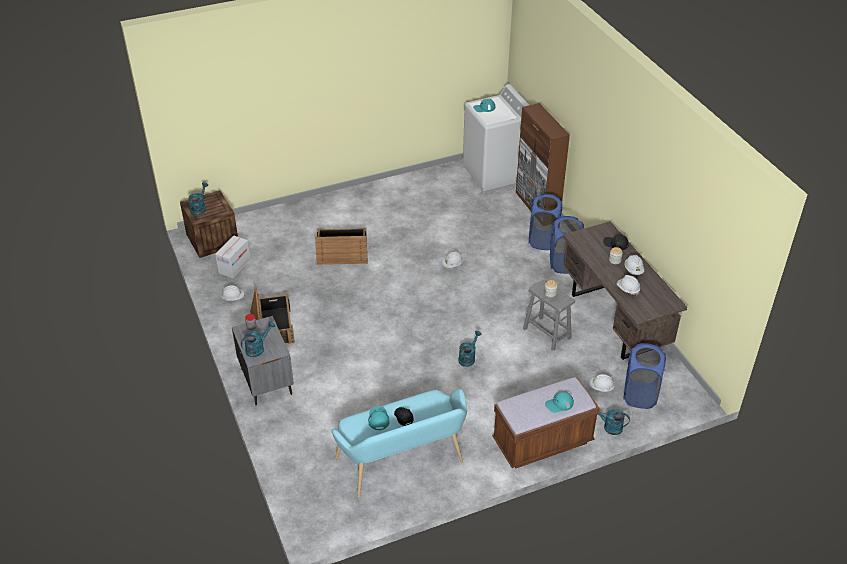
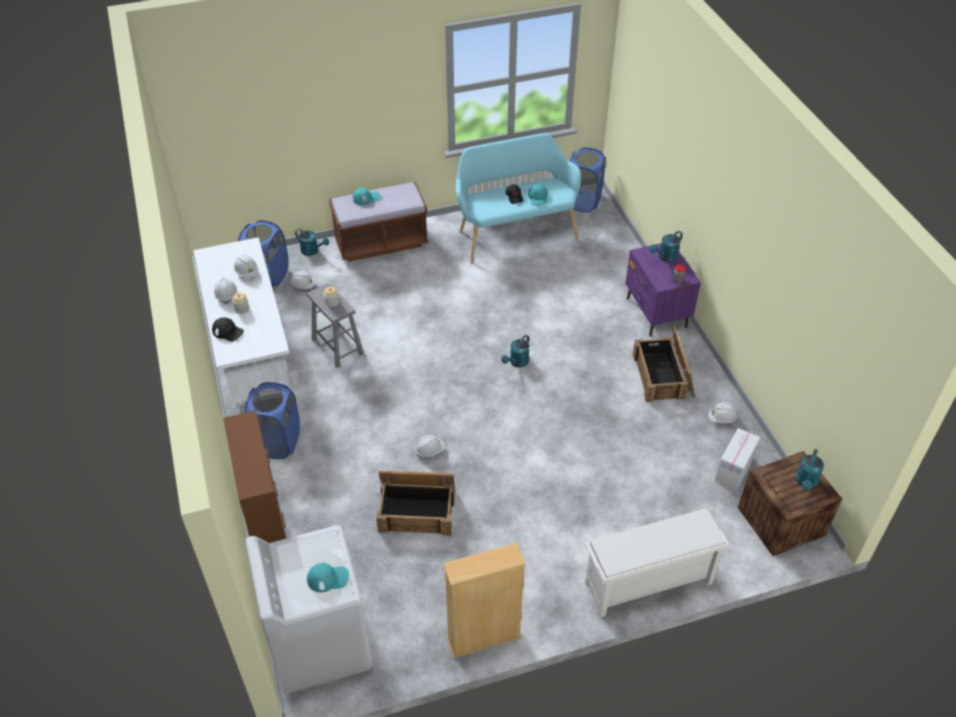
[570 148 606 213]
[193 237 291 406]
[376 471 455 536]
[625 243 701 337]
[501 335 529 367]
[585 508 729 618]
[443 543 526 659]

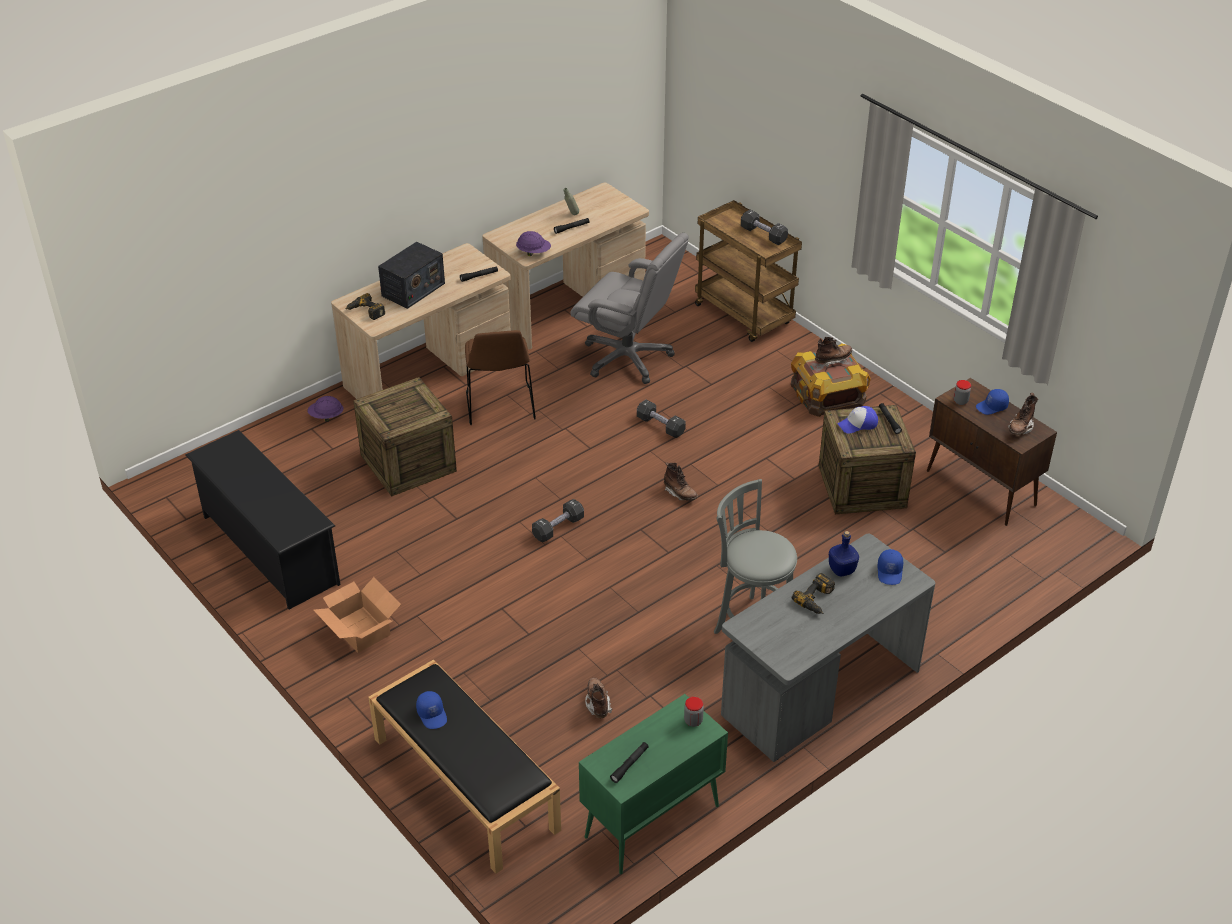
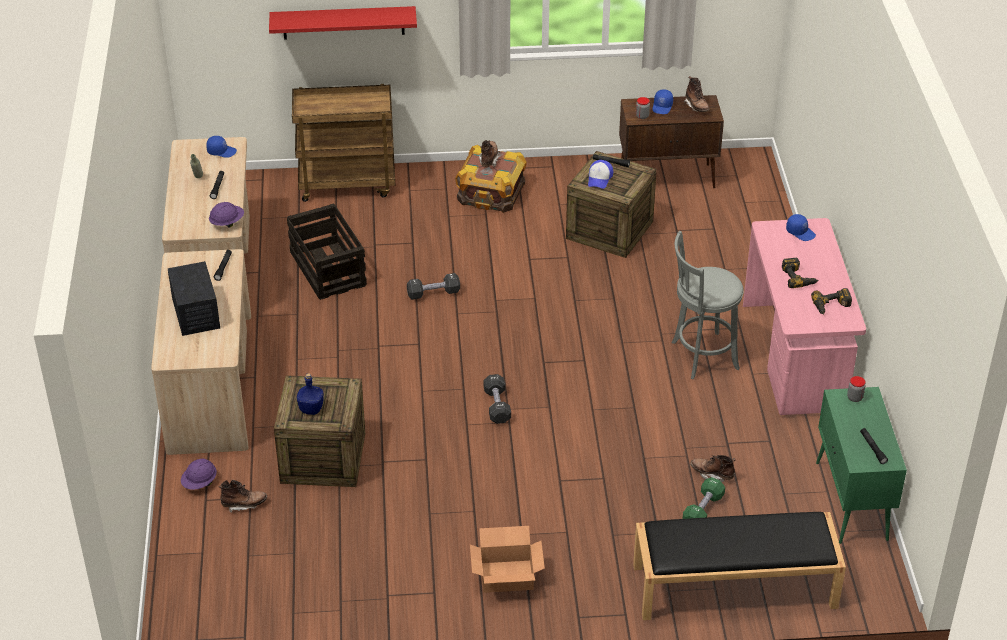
[741 209 788 245] (first image)
[287 204 367 300]
[811 288 852 315]
[465 330 536 425] (first image)
[185 430 340 610] (first image)
[219 480 267 512]
[297 373 324 415]
[743 218 866 415]
[206 136 237 158]
[269 6 417 40]
[683 477 725 519]

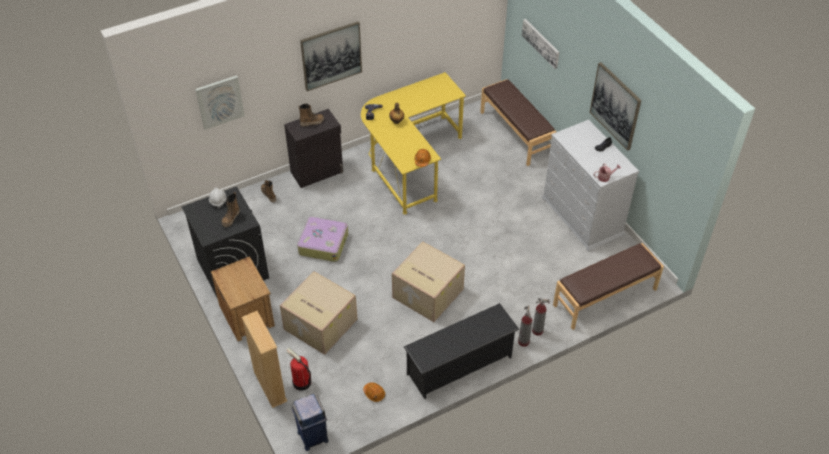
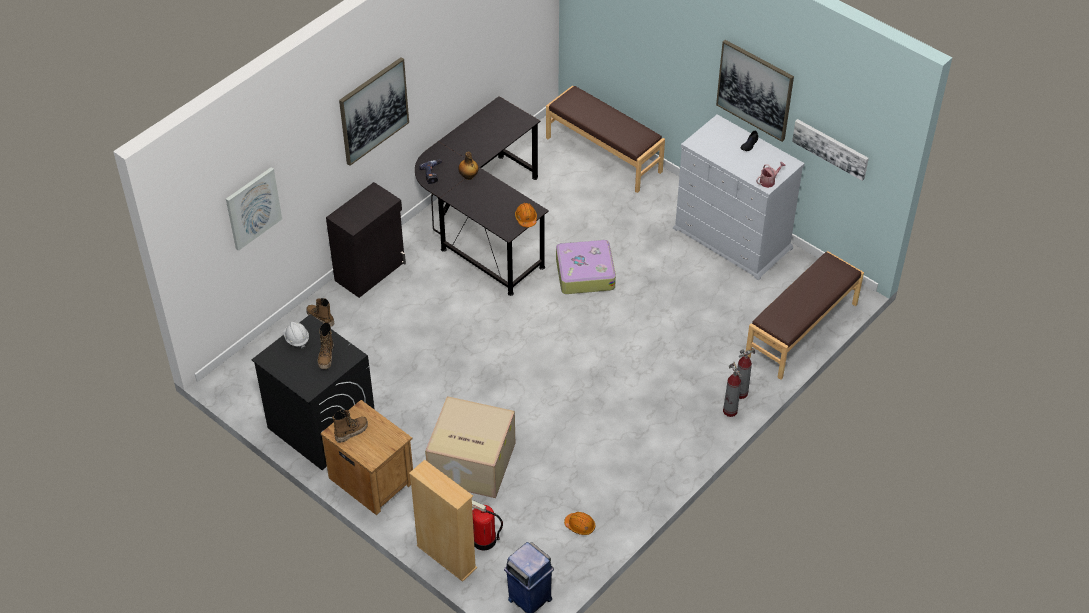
[792 119 869 181]
[415 96 549 296]
[332 409 368 443]
[556 239 616 294]
[392 242 465 322] (first image)
[404 303 519 399] (first image)

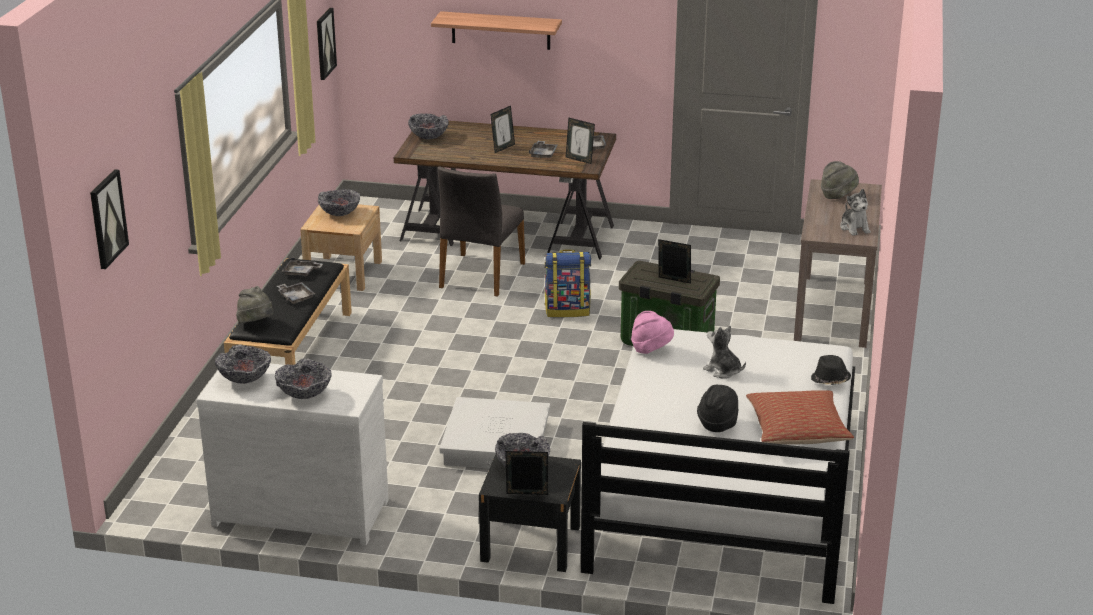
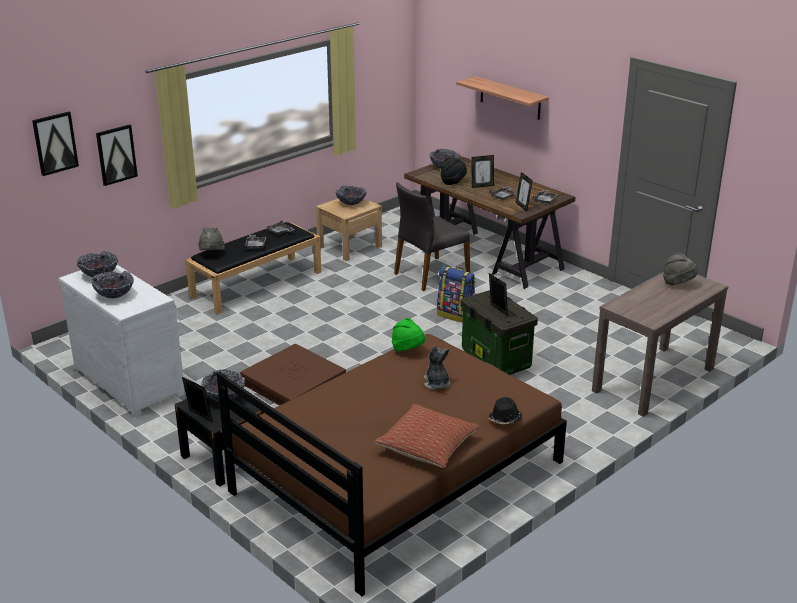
[96 124 138 186]
[840 189 871 236] (first image)
[392 318 425 352]
[217 334 567 596]
[440 157 467 185]
[240 344 346 406]

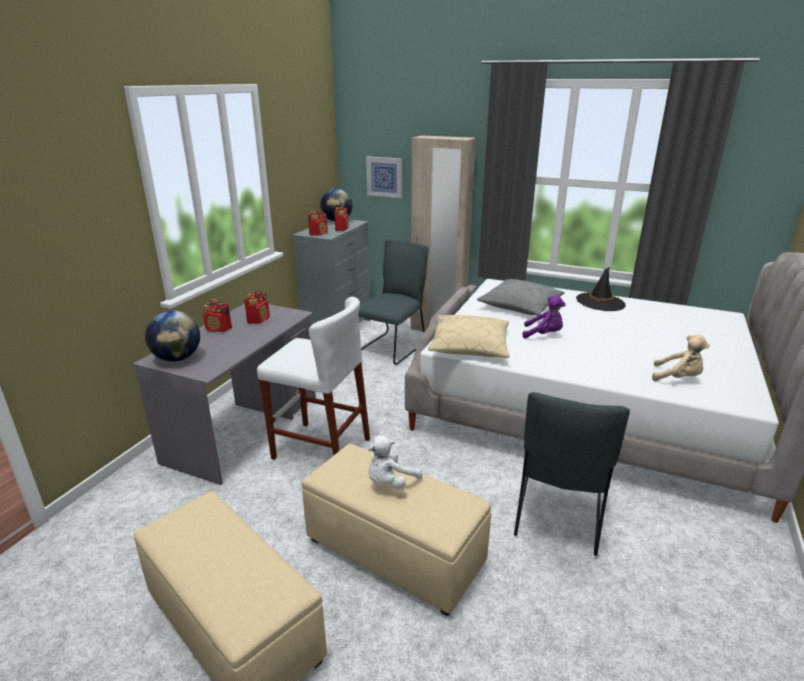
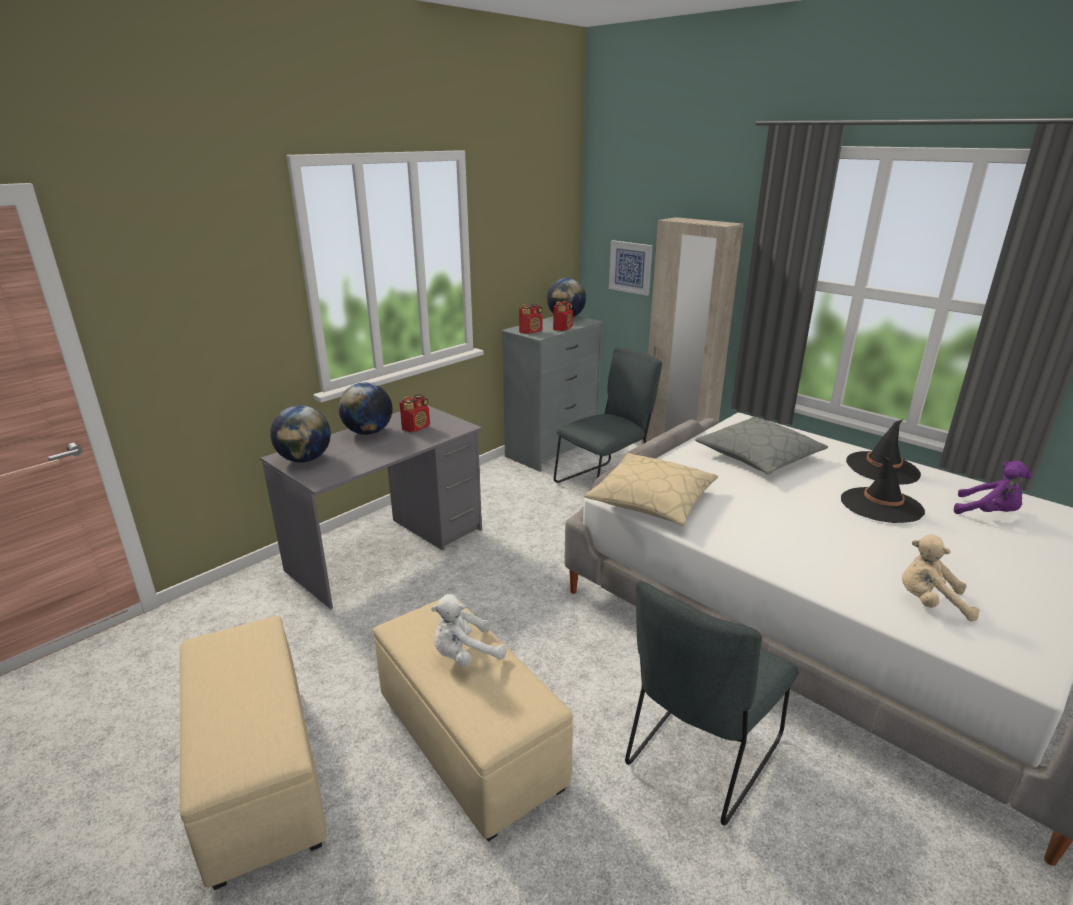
[954 461 1032 514]
[257 297 370 460] (first image)
[339 382 392 435]
[902 534 980 621]
[841 455 925 523]

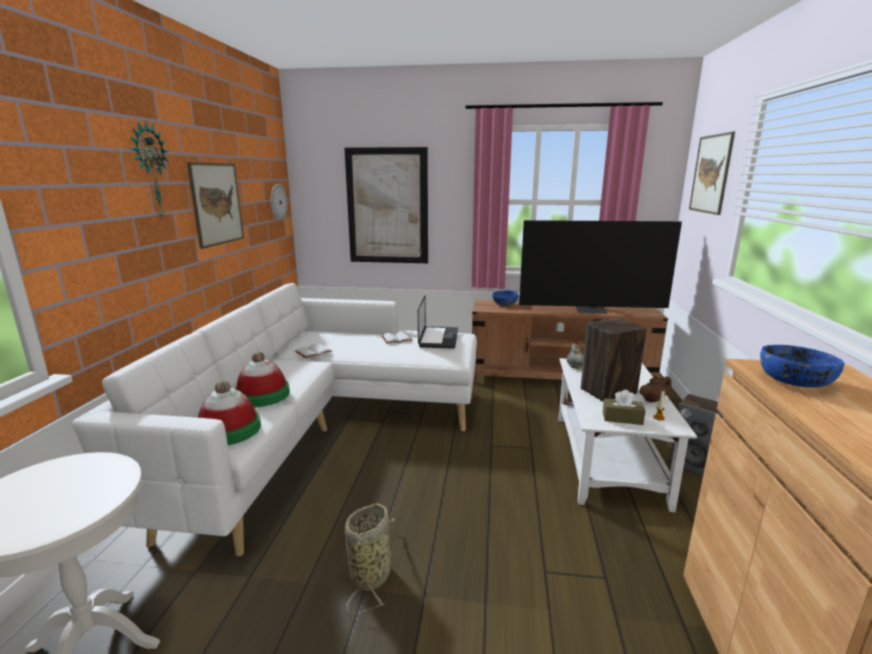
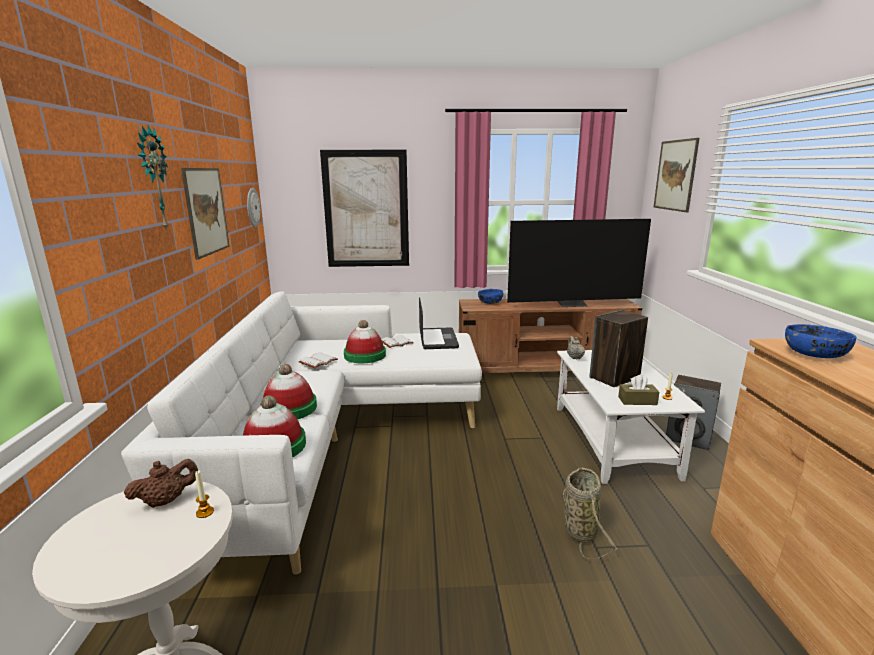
[124 459 198 508]
[563 468 618 560]
[344 320 386 363]
[195 470 214 518]

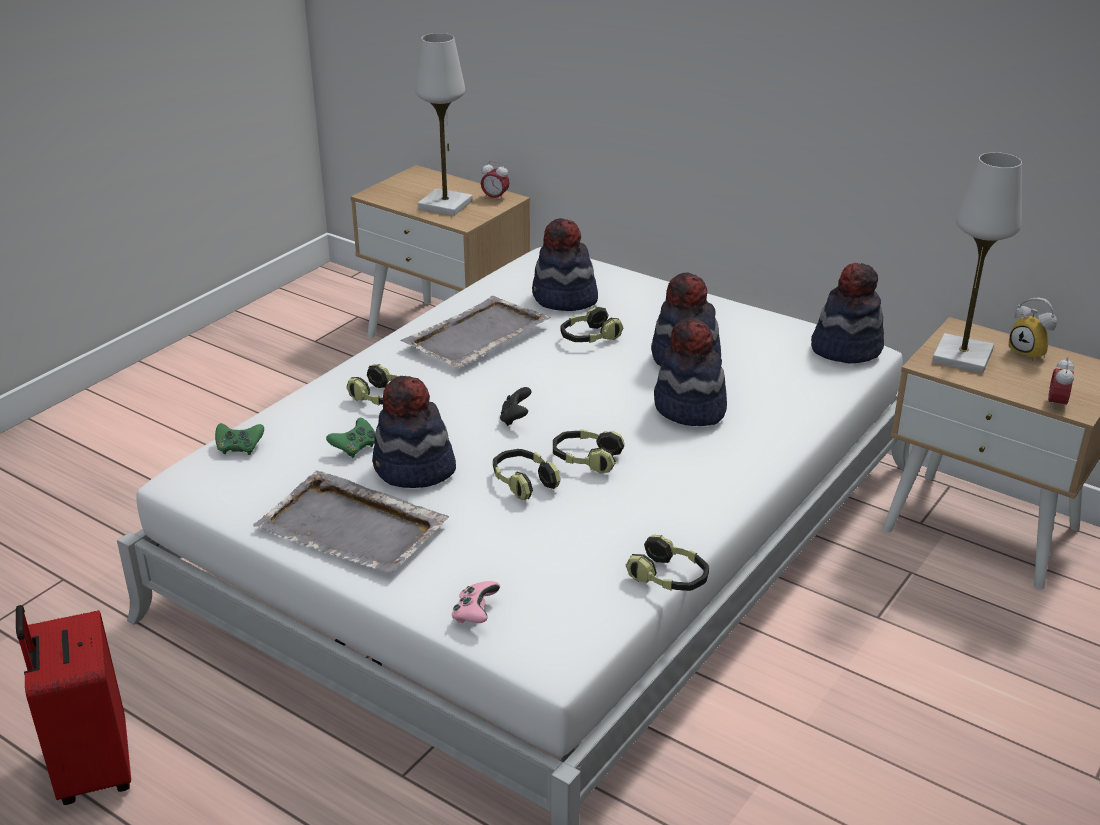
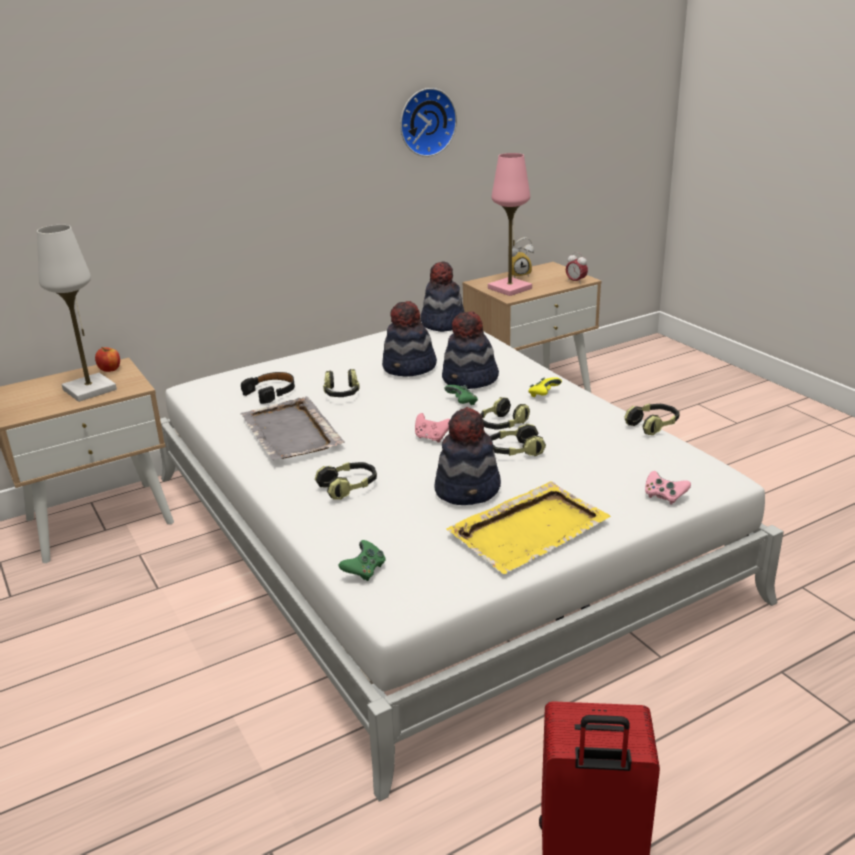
[488 153 532 296]
[95 347 120 372]
[241 372 295 404]
[415 413 450 443]
[444 385 478 405]
[446 481 611 574]
[400 88 457 157]
[528 377 562 397]

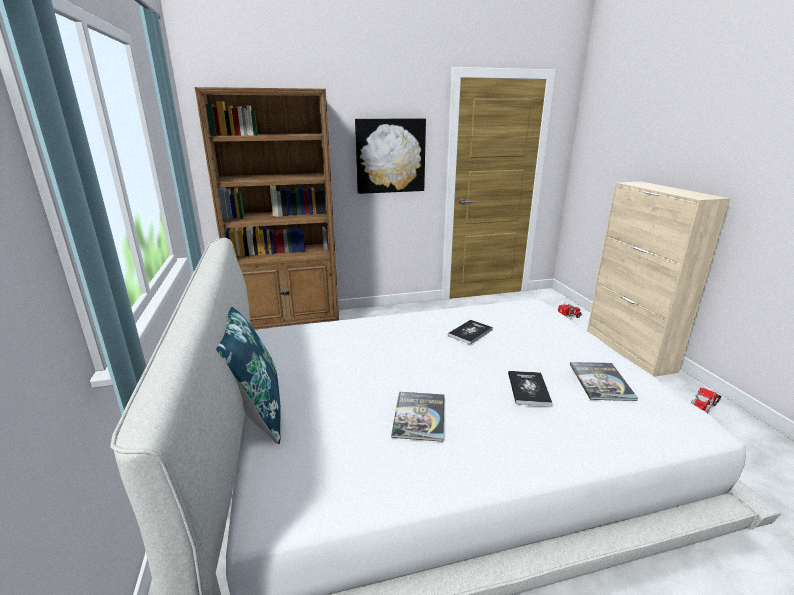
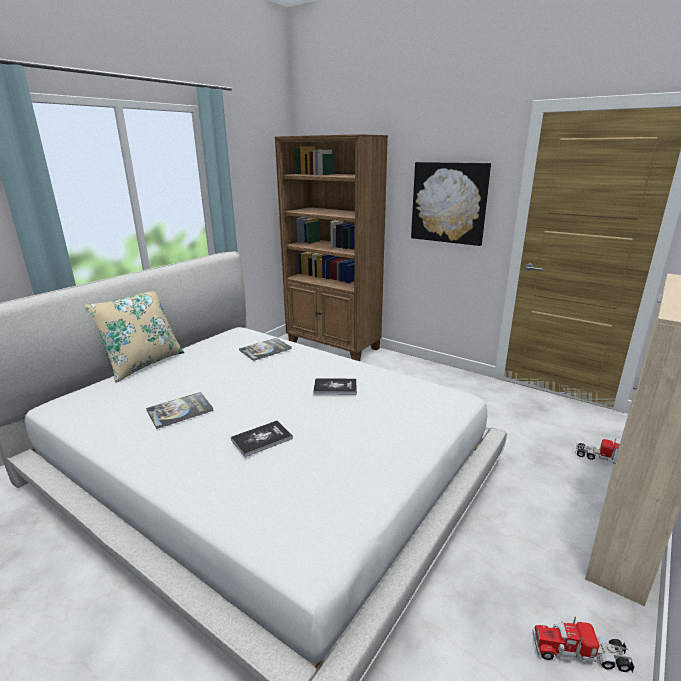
[84 292 184 383]
[239 338 291 361]

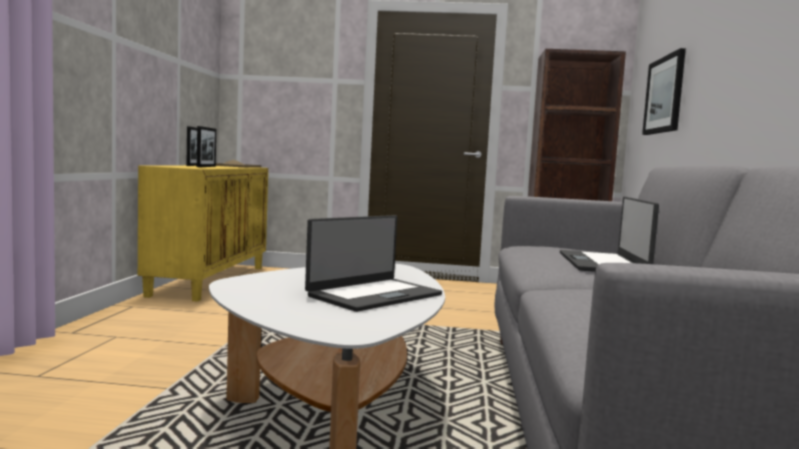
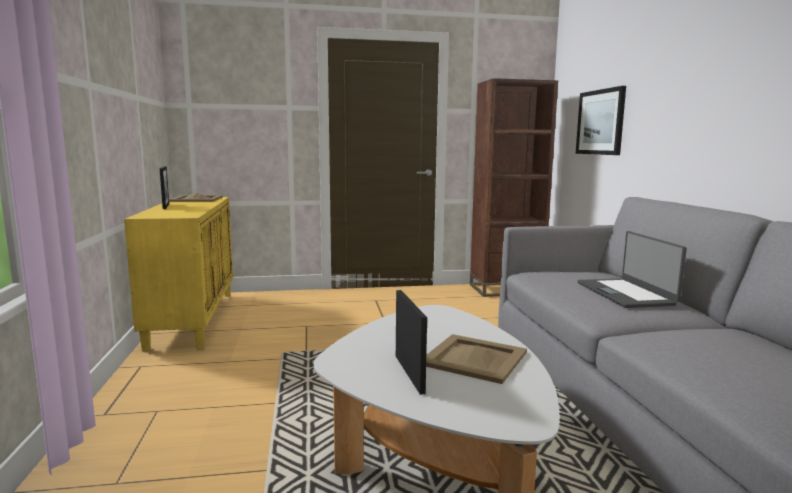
[396 290 427 395]
[426 334 527 384]

